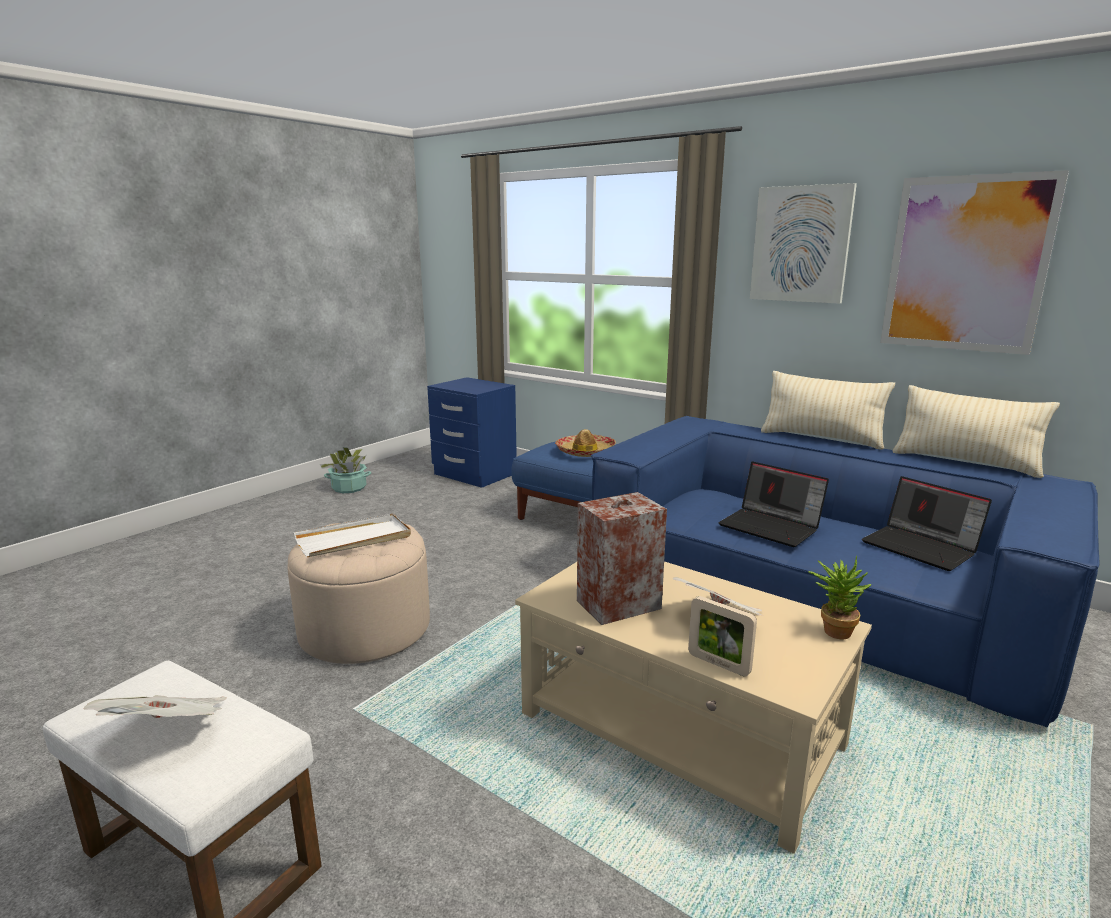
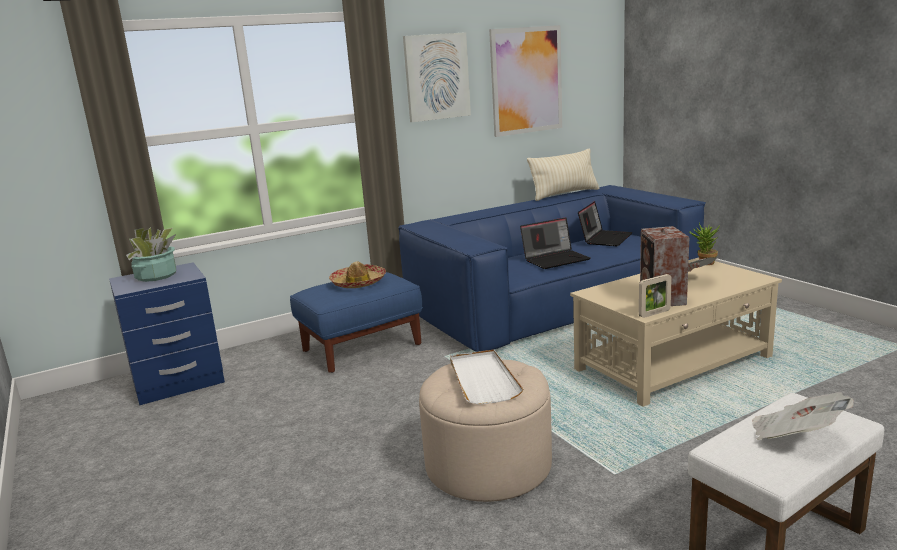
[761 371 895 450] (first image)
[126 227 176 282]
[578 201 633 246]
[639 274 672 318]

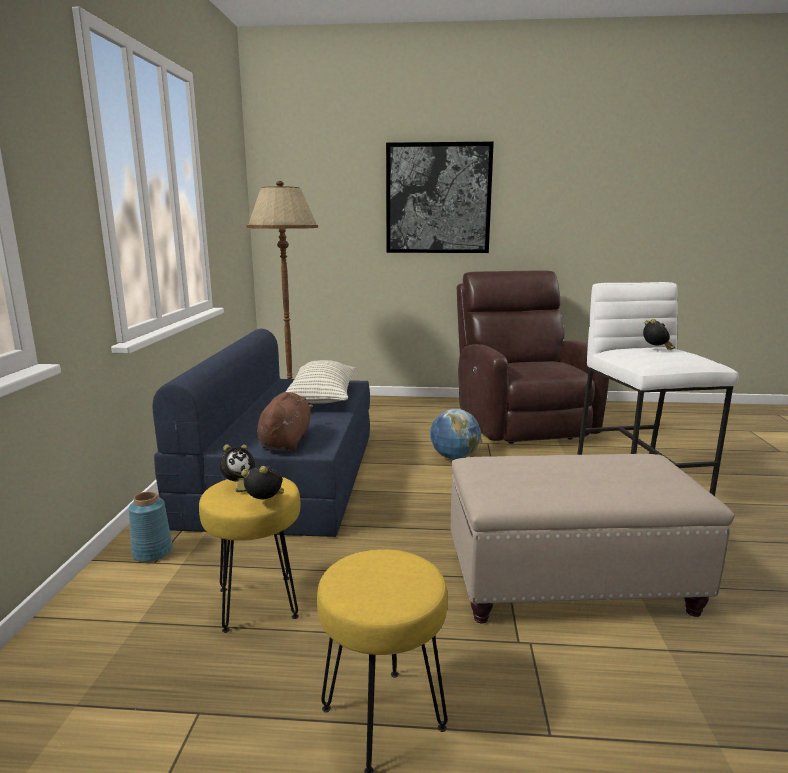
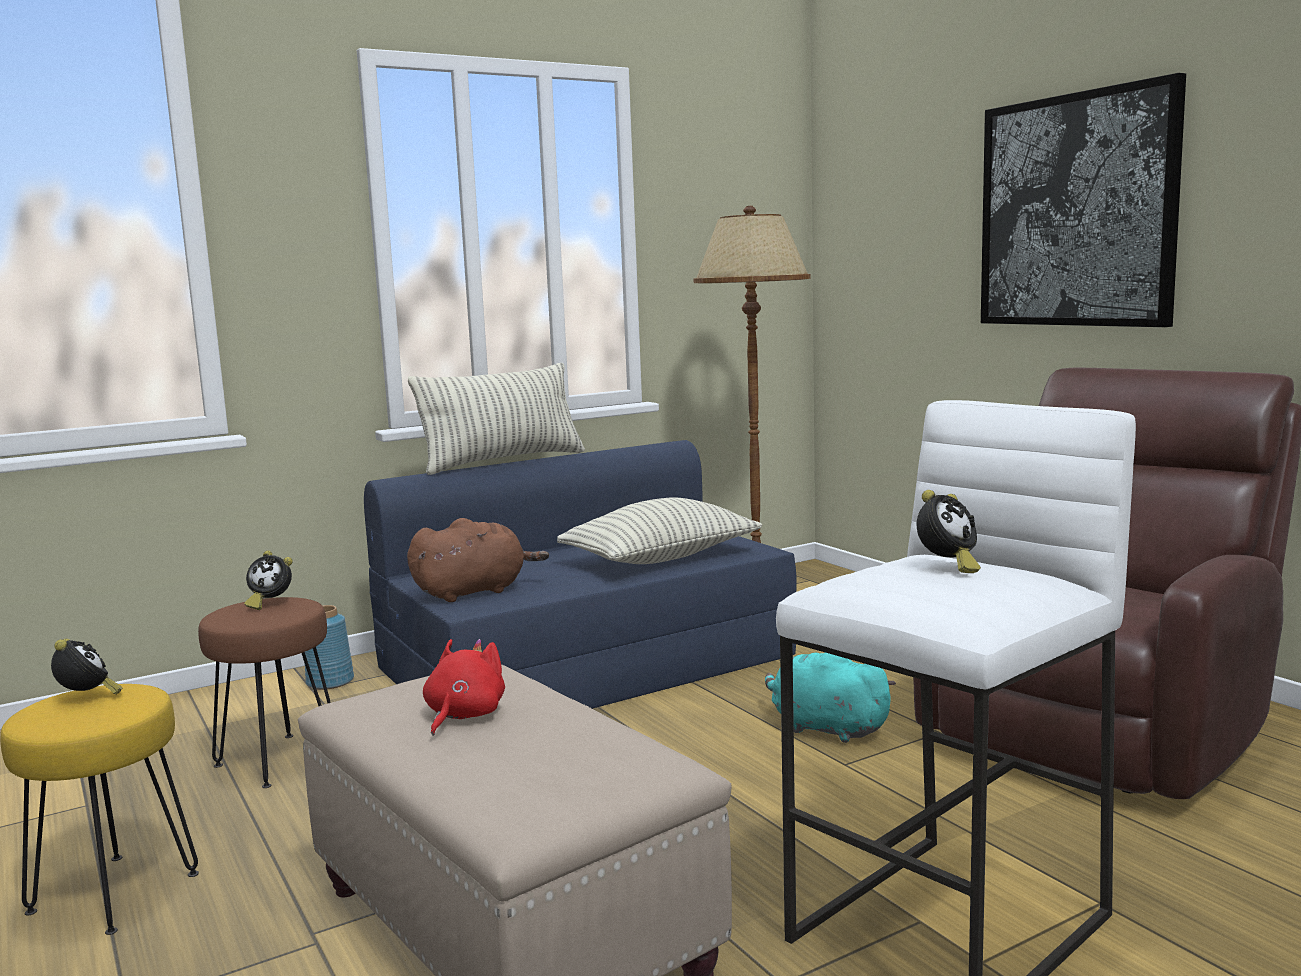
[765 653 896 743]
[51 638 122 695]
[198 597 331 788]
[408 363 585 475]
[423 639 505 736]

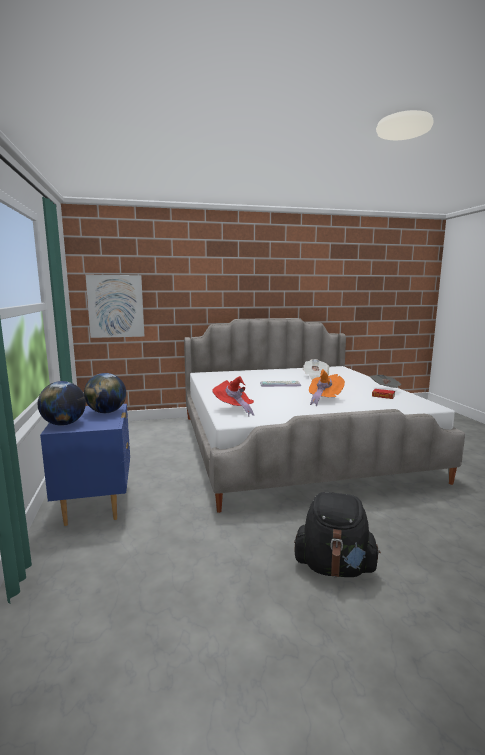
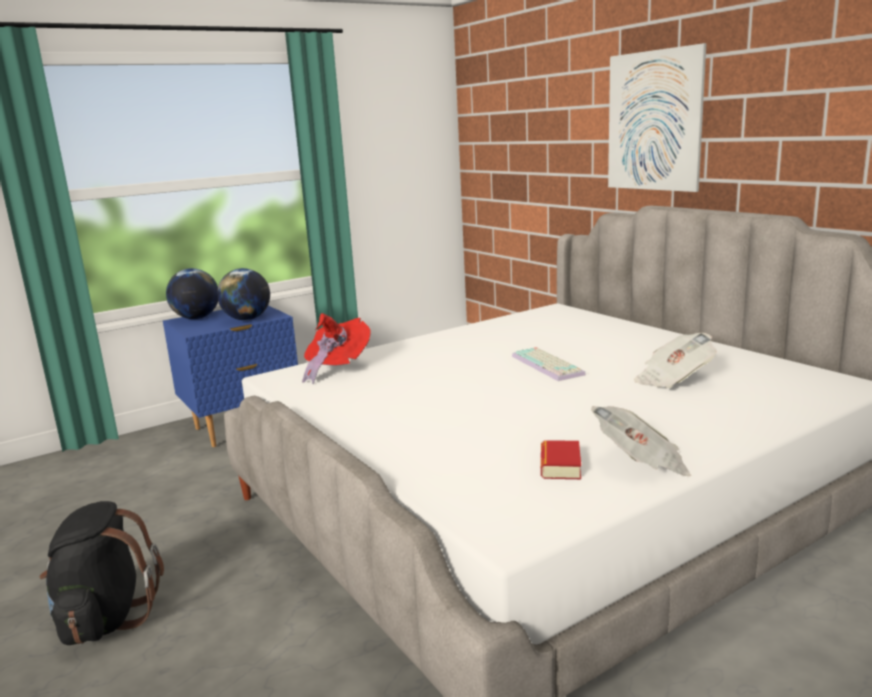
[608 43 707 192]
[309 369 345 406] (first image)

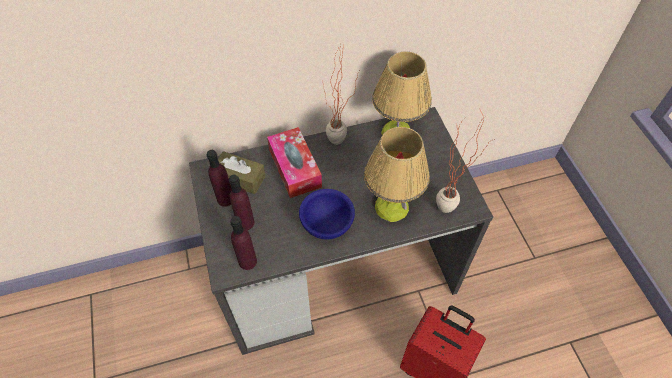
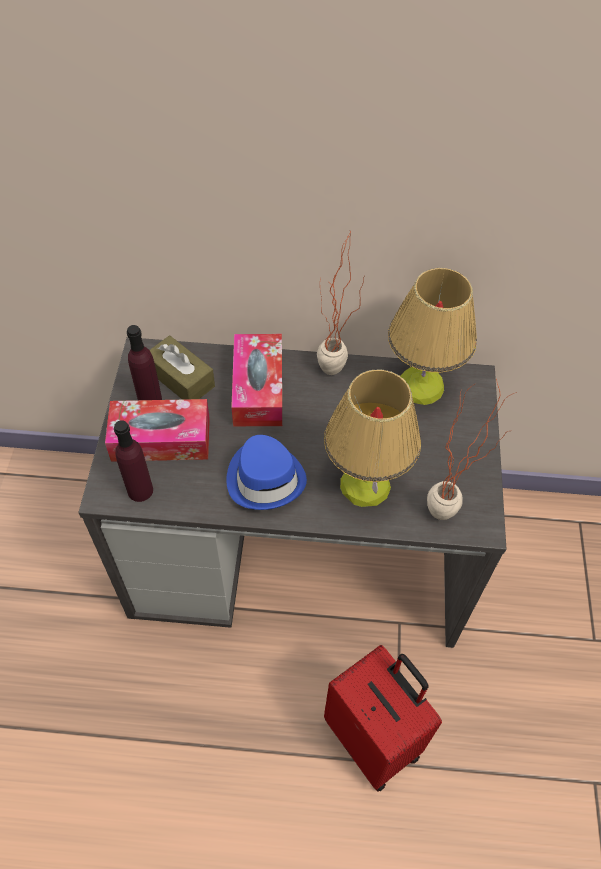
[105 399 210 462]
[226 435 307 510]

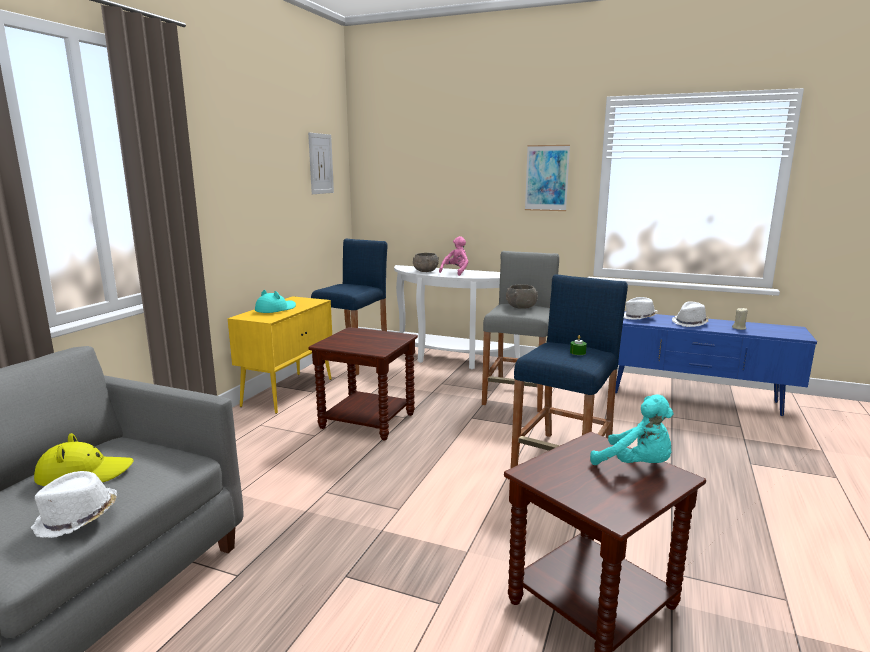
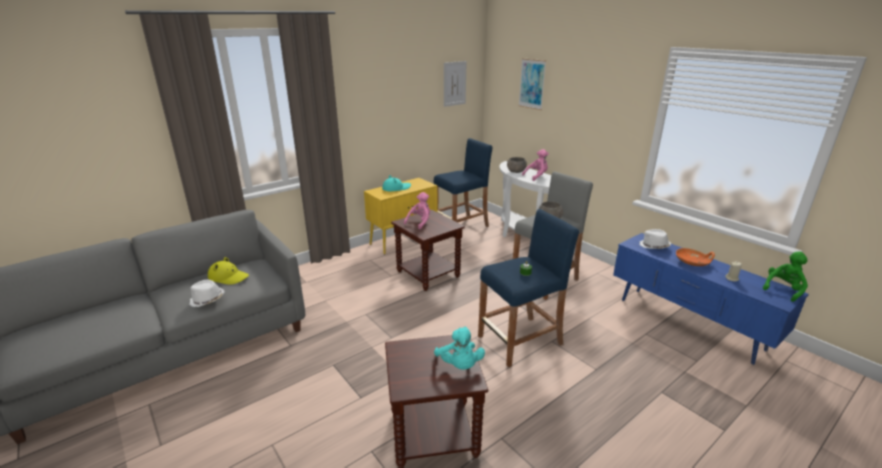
[518 58 546 110]
[676 248 715 266]
[404 192 430 230]
[763 251 808 302]

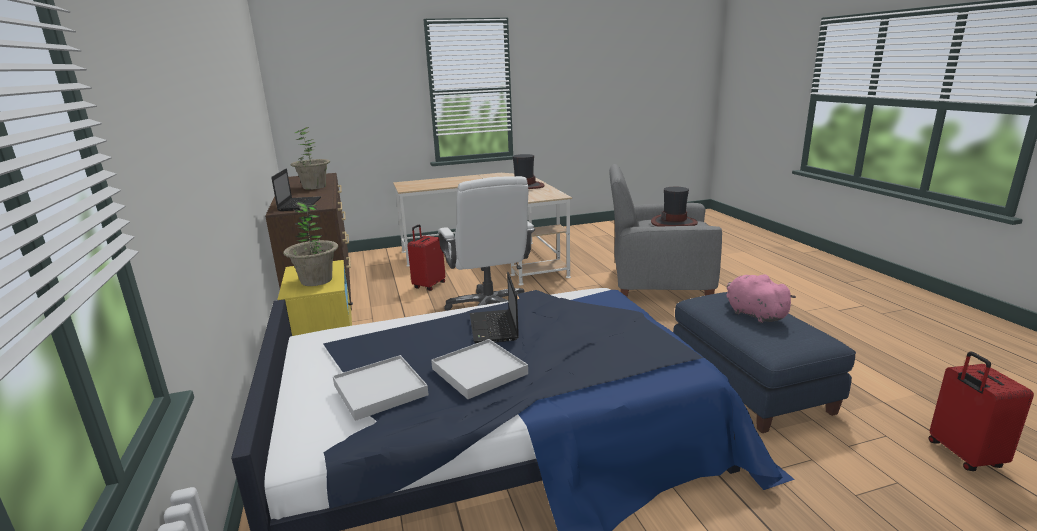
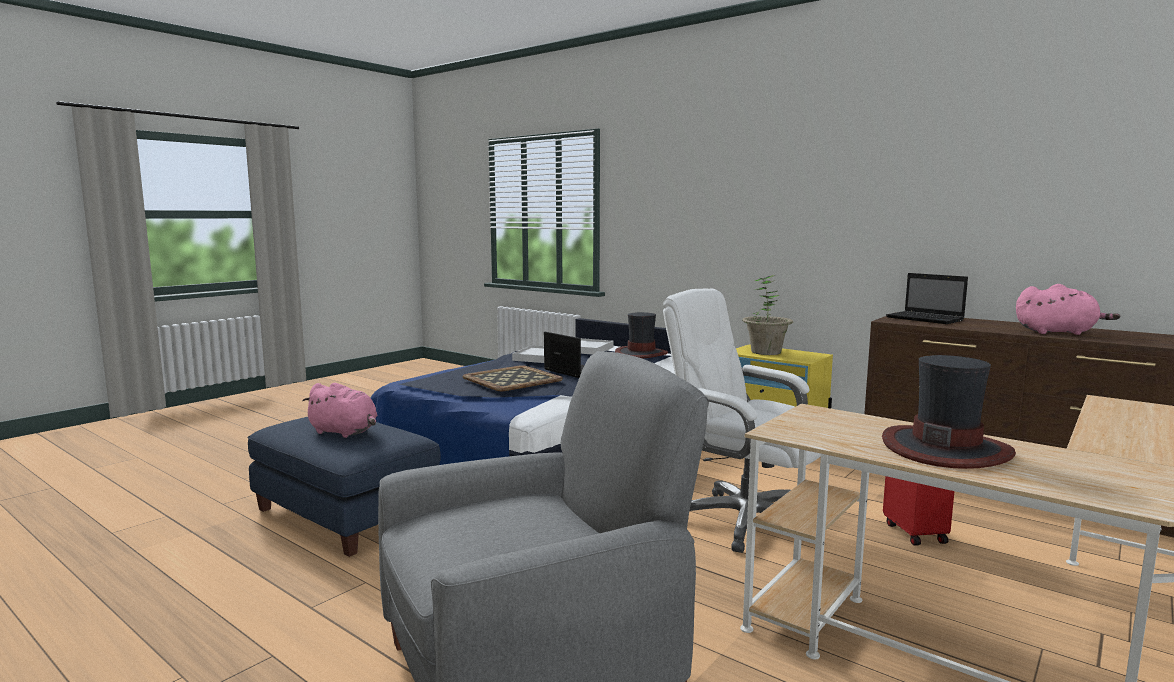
[1016 284 1120 335]
[615 312 668 358]
[928 351 1034 471] (first image)
[463 365 563 391]

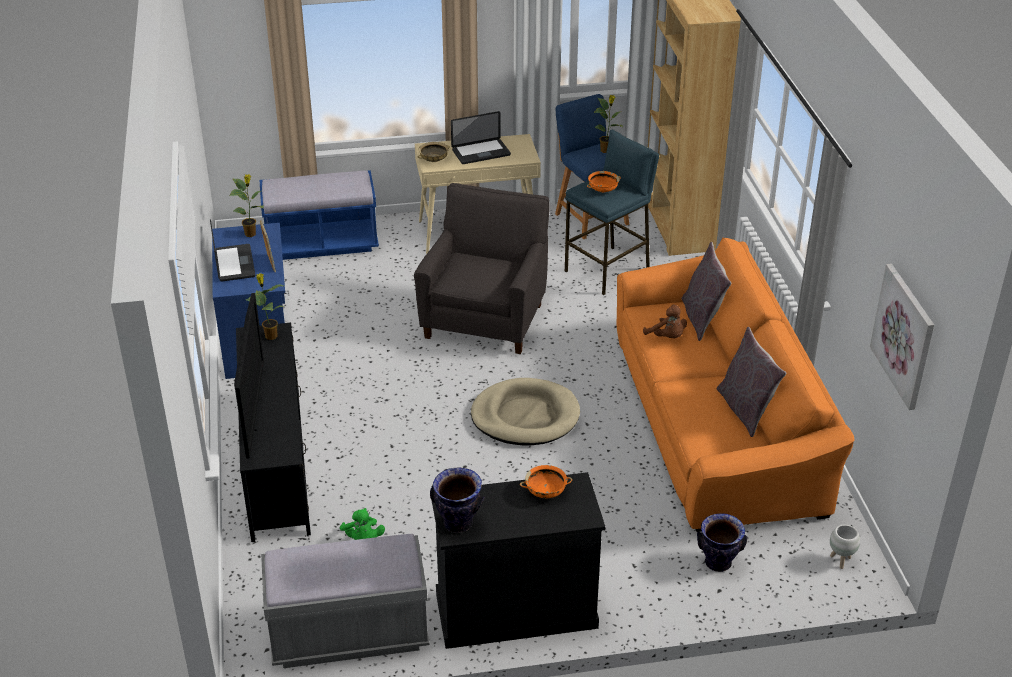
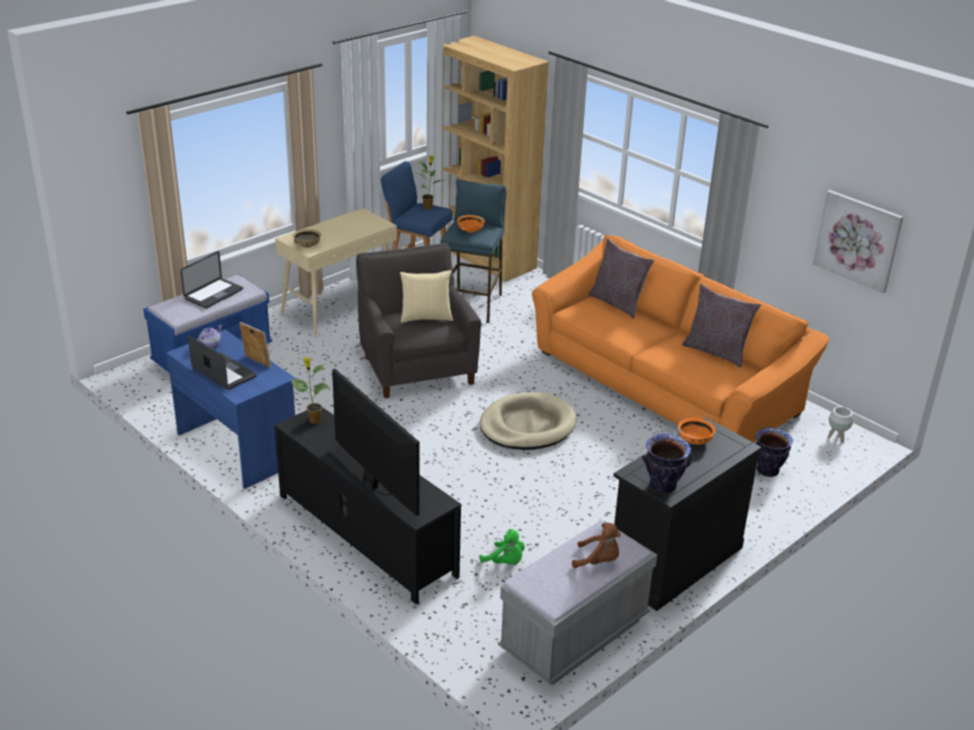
[180 251 243 308]
[197 325 222 349]
[572 523 621 568]
[400 270 453 323]

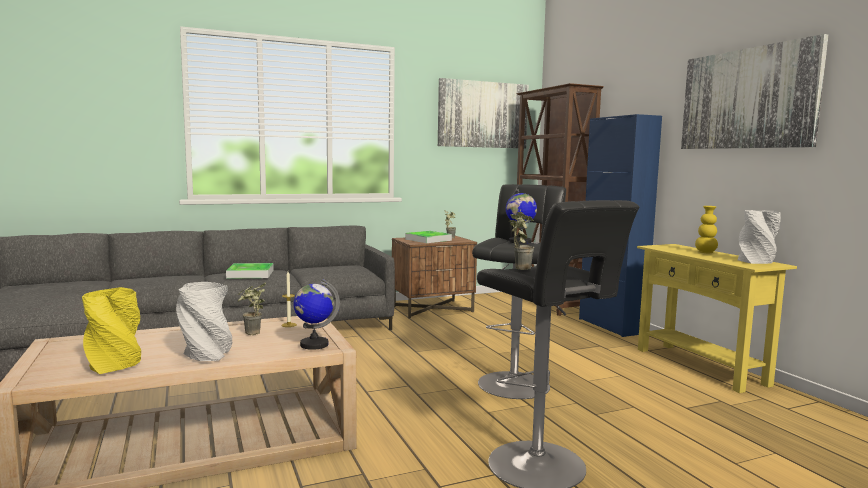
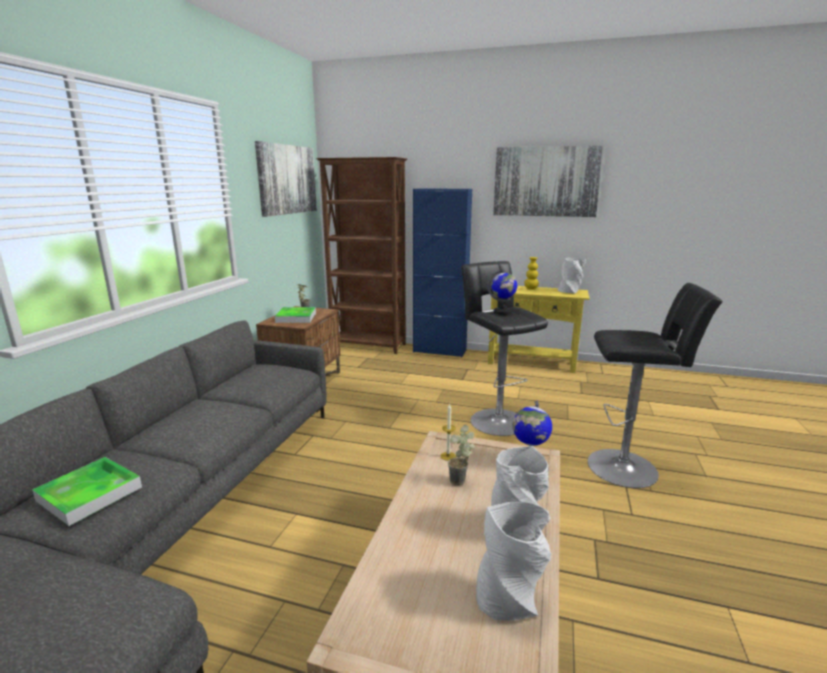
[508 212 534 270] (first image)
[32 457 142 526]
[476 502 551 621]

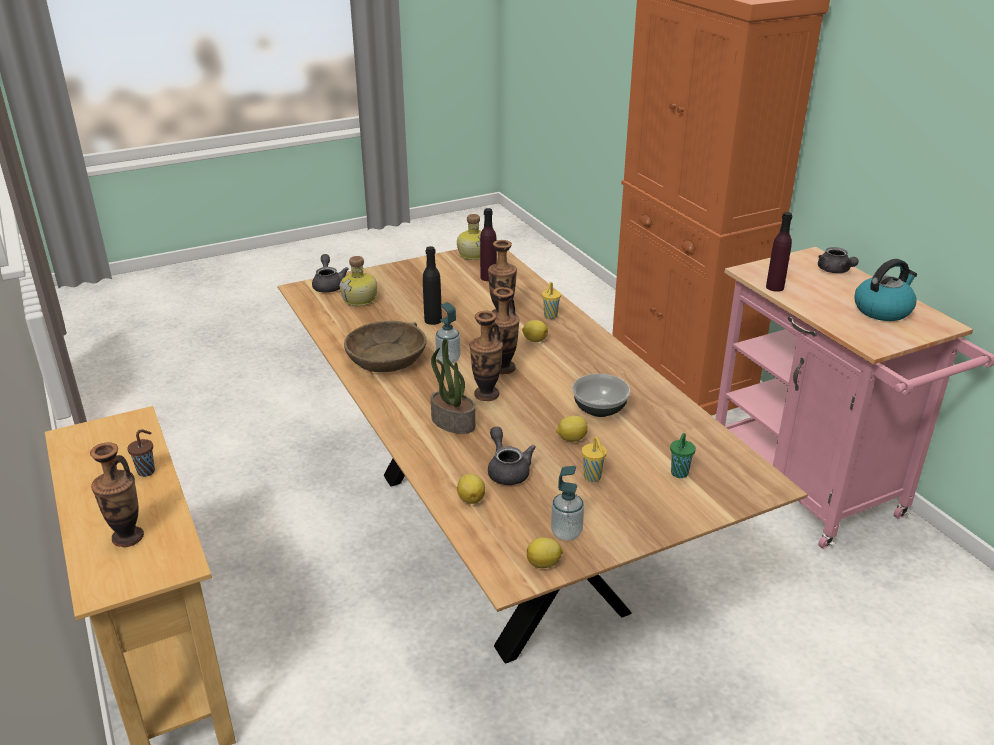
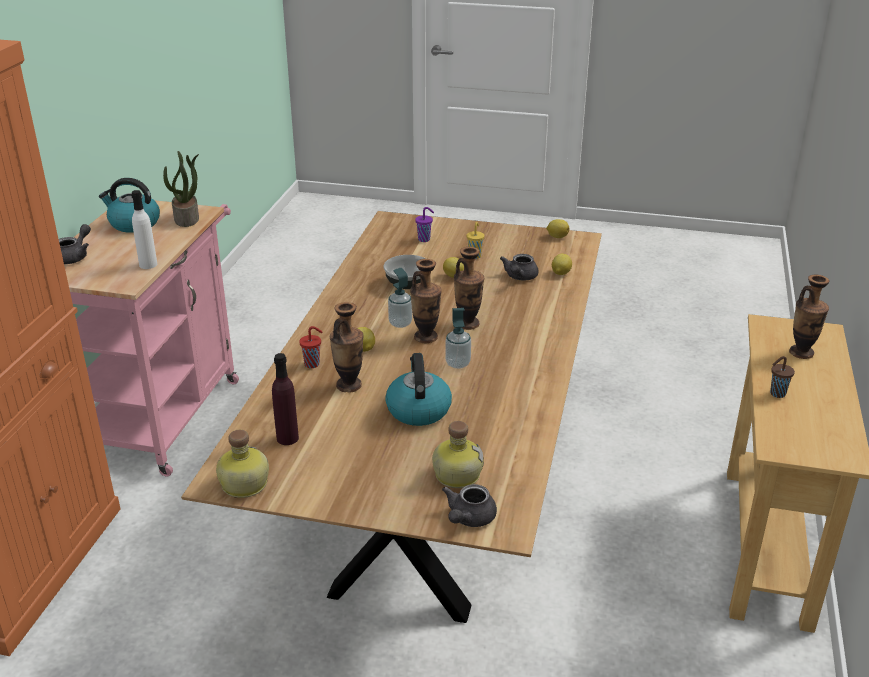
[131 190 157 269]
[385 353 452 426]
[299 326 323 368]
[344 321 427 372] (first image)
[163 151 199 227]
[415 207 434 242]
[388 268 412 328]

